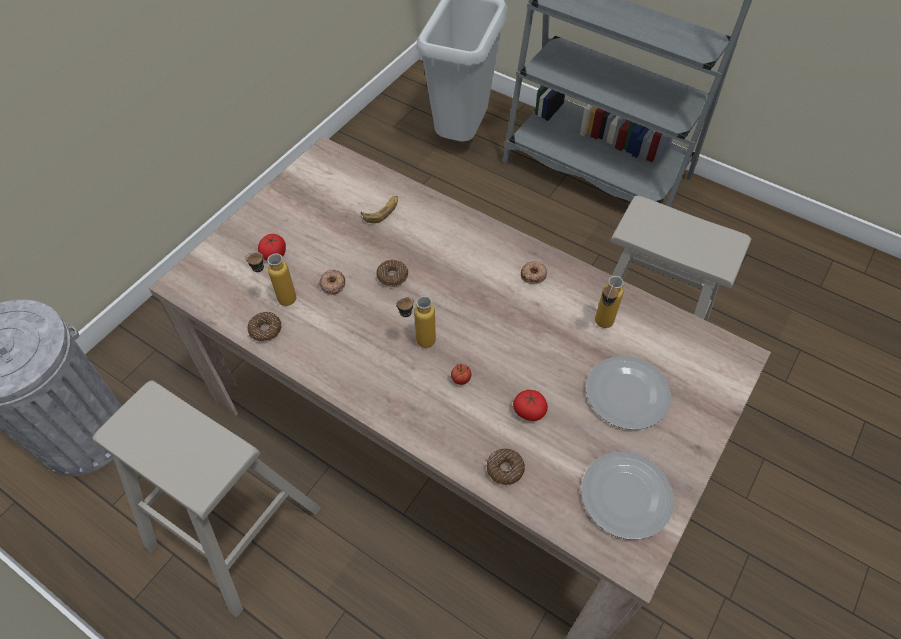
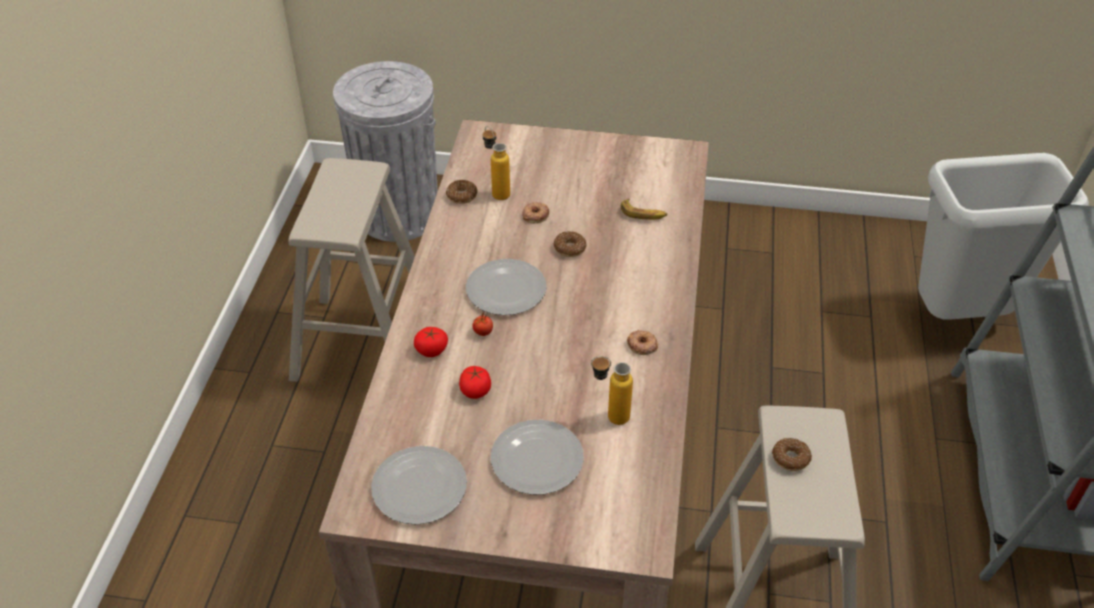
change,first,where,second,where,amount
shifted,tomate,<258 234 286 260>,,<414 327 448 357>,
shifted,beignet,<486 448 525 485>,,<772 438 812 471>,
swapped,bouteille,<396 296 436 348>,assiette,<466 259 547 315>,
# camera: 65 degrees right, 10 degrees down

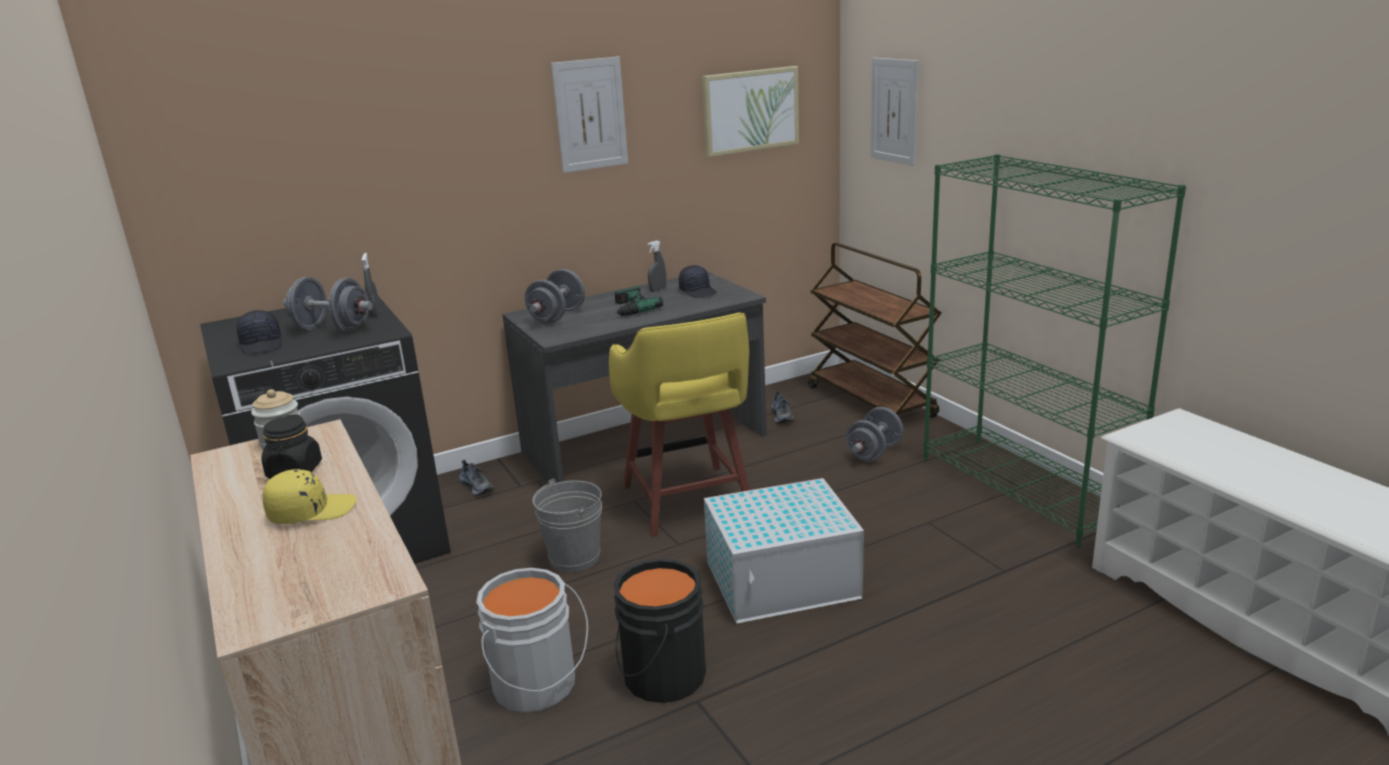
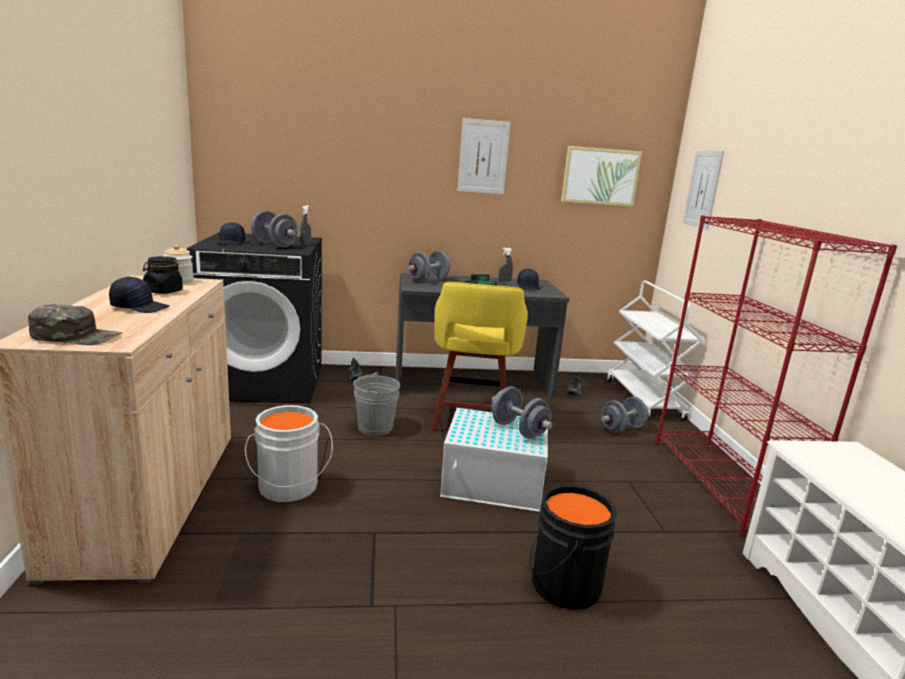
change,first,where,second,where,amount
new,,,casquette/vert,<28 304 122 345>,
new,,,haltère/gris,<491 386 552 439>,
shifted,seau/noir,<614 559 706 703>,,<530 485 617 610>,
repainted,casquette/jaune,<263 469 356 524>,casquette/noir,<109 277 169 313>,
repainted,chariot/marron,<808 243 941 418>,chariot/blanc,<607 281 703 420>,
repainted,bibliothèque/vert,<923 154 1186 547>,bibliothèque/rouge,<656 215 897 536>,
# camera: 20 degrees right, 5 degrees down

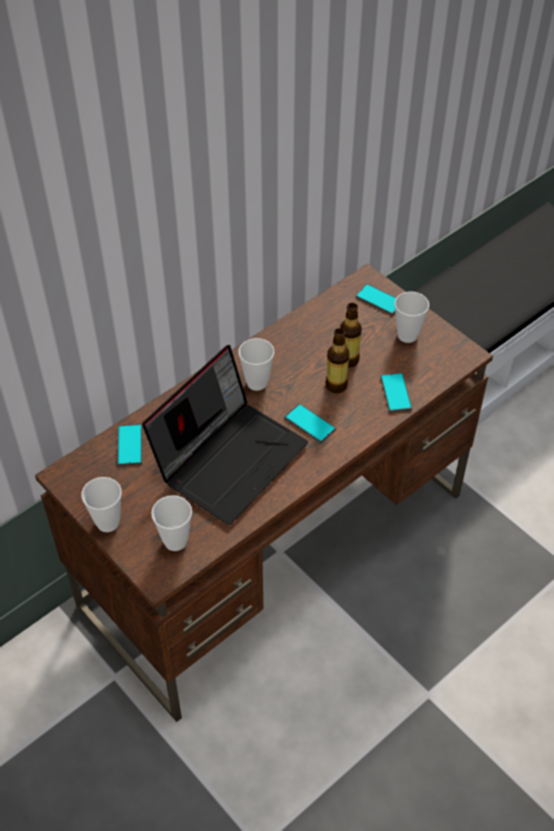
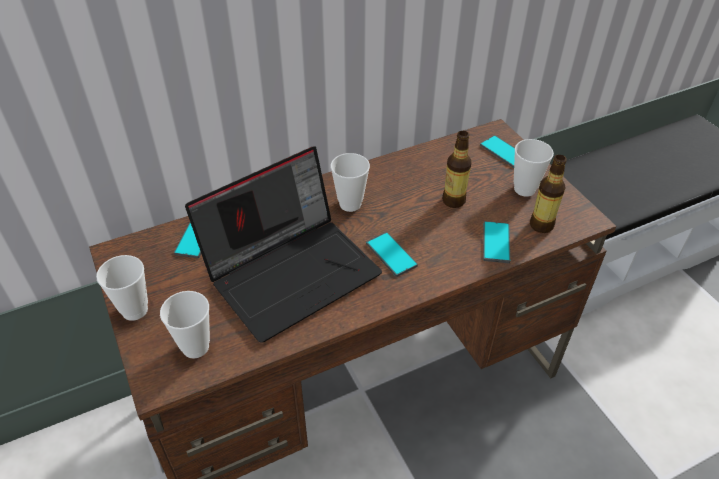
change,first,where,second,where,amount
shifted,bouteille,<325 328 350 393>,,<530 155 567 233>,
# camera: 15 degrees right, 5 degrees down

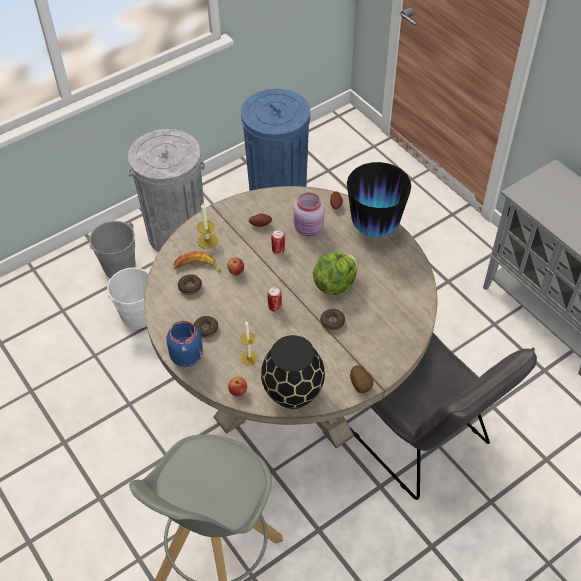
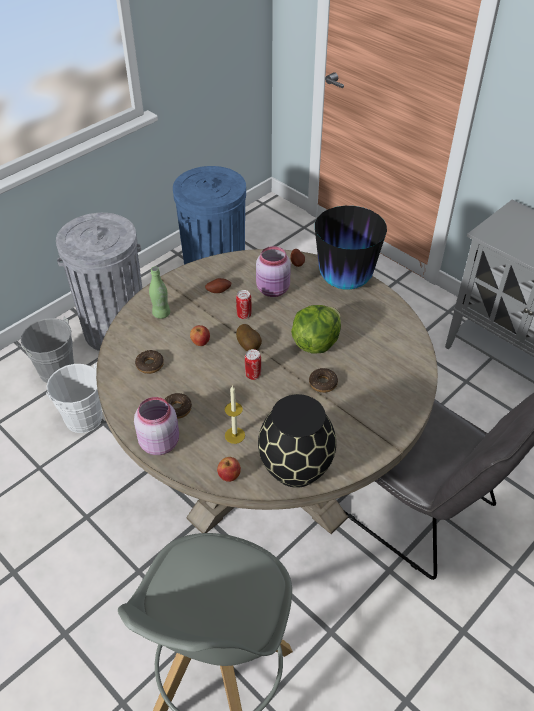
change,first,where,second,where,amount
gone,banane,<174 251 221 272>,,,
shifted,pomme de terre,<350 365 373 393>,,<236 324 262 351>,
swapped,bougie,<197 203 218 249>,bouteille/vert,<149 266 170 319>,
repainted,bocal/bleu,<166 321 203 367>,bocal/rose,<134 397 179 455>,
# camera: 10 degrees left, 5 degrees down

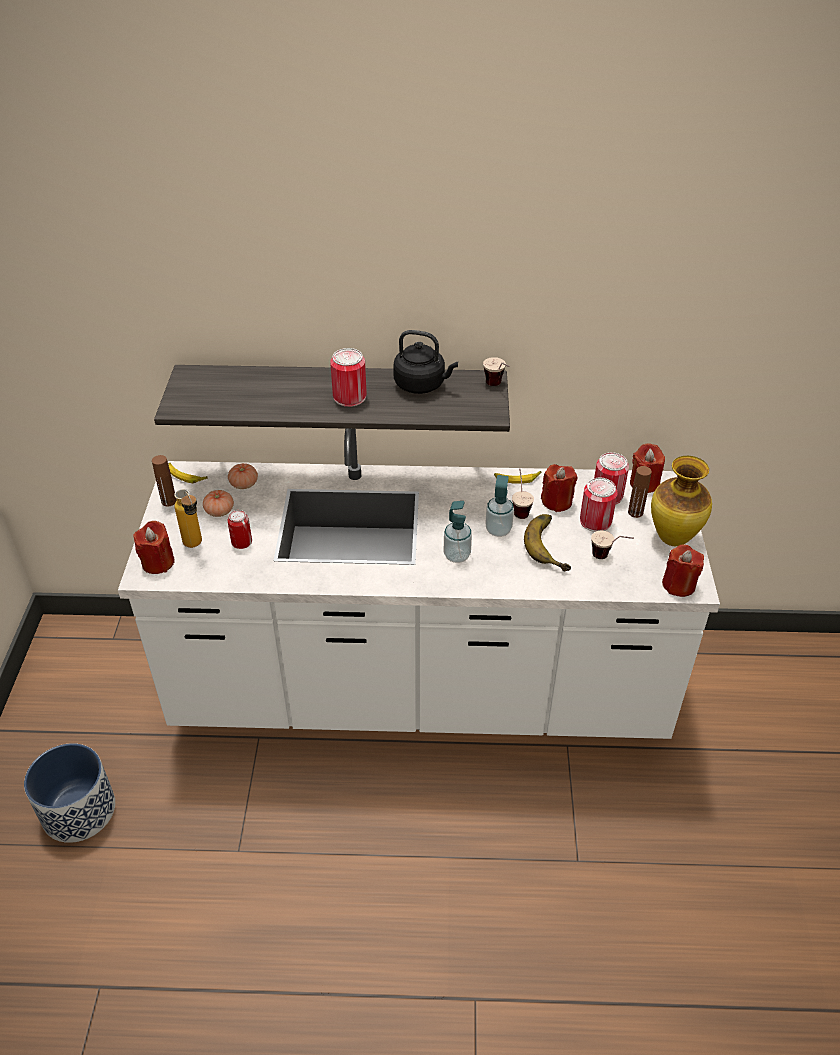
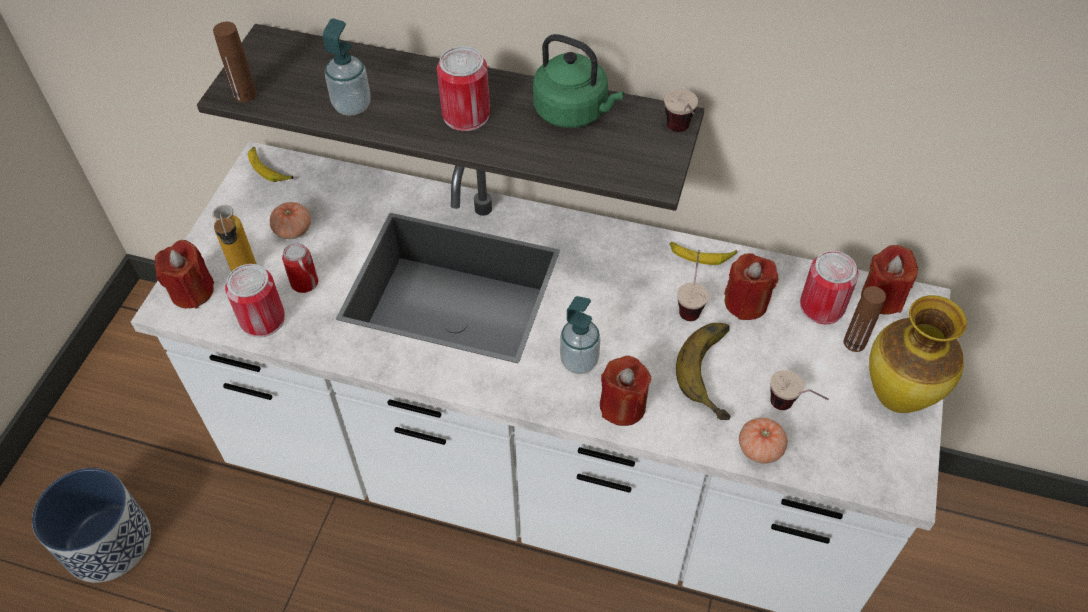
change,first,where,second,where,amount
shifted,bouteille/marron,<152 455 177 506>,,<213 22 257 103>,
shifted,tomate,<228 463 258 489>,,<739 418 788 463>,
shifted,distributeur de savon,<485 475 514 537>,,<323 18 371 116>,
shifted,boîte métallique,<580 478 618 532>,,<225 264 285 337>,
shifted,bougie/rouge,<662 544 704 597>,,<600 356 651 426>,
repainted,bouilloire/noir,<393 330 458 394>,bouilloire/vert,<533 34 624 128>,
# camera: 15 degrees right, 10 degrees up

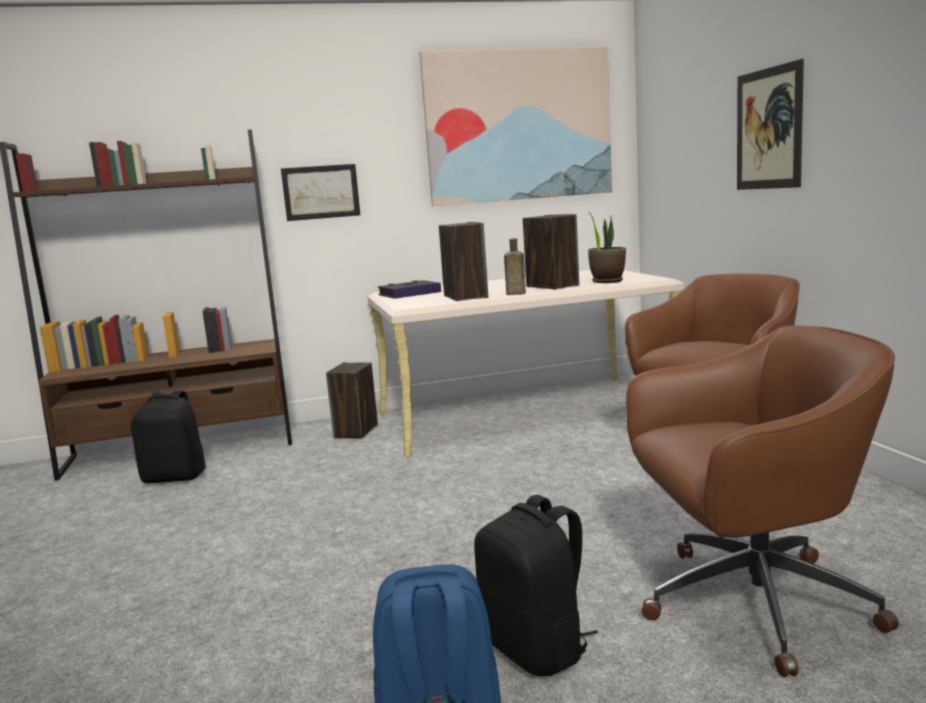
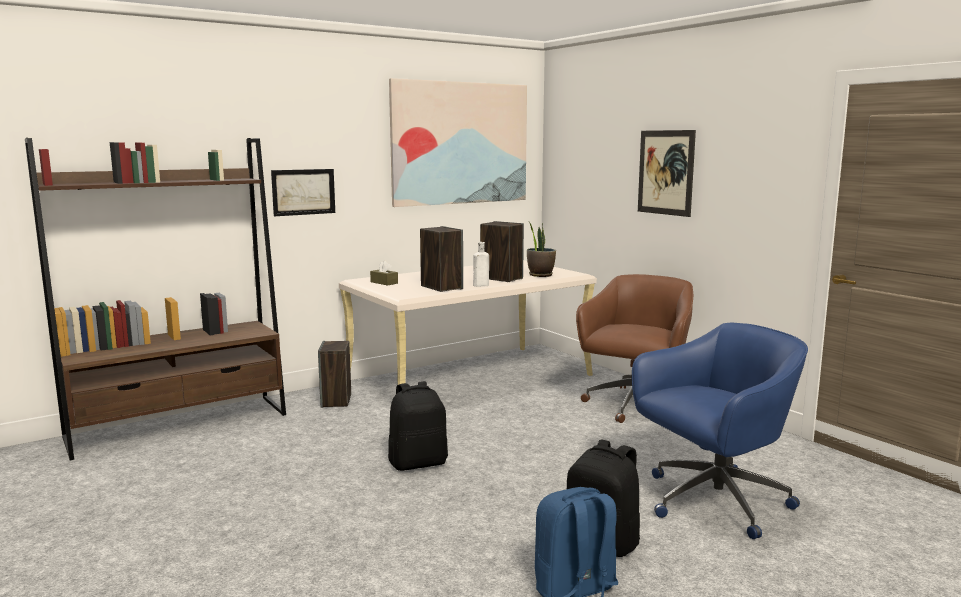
change,first,where,second,where,amount
shifted,sac à dos/noir,<131 391 206 483>,,<388 381 448 471>,
swapped,livre,<378 280 441 299>,boîte à mouchoirs/marron,<370 260 398 286>,
repainted,bouteille/marron,<504 238 526 295>,bouteille/blanc,<473 242 489 287>,
repainted,chaise de bureau/marron,<626 325 899 677>,chaise de bureau/bleu,<632 323 808 539>,
# camera: 20 degrees left, 0 degrees up

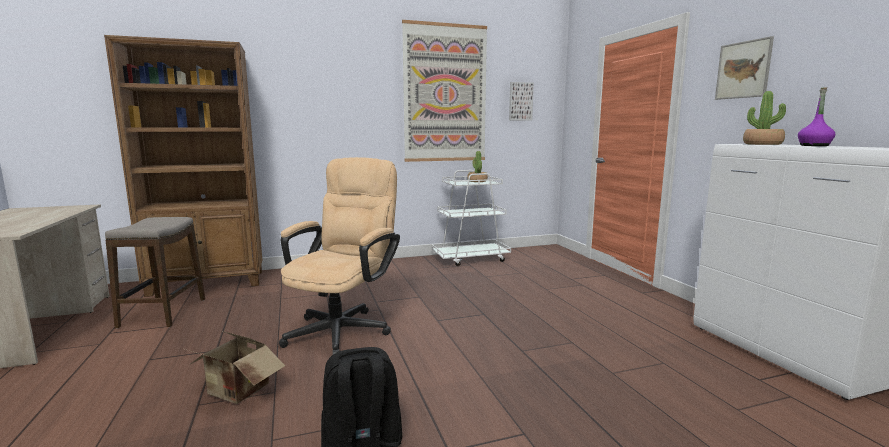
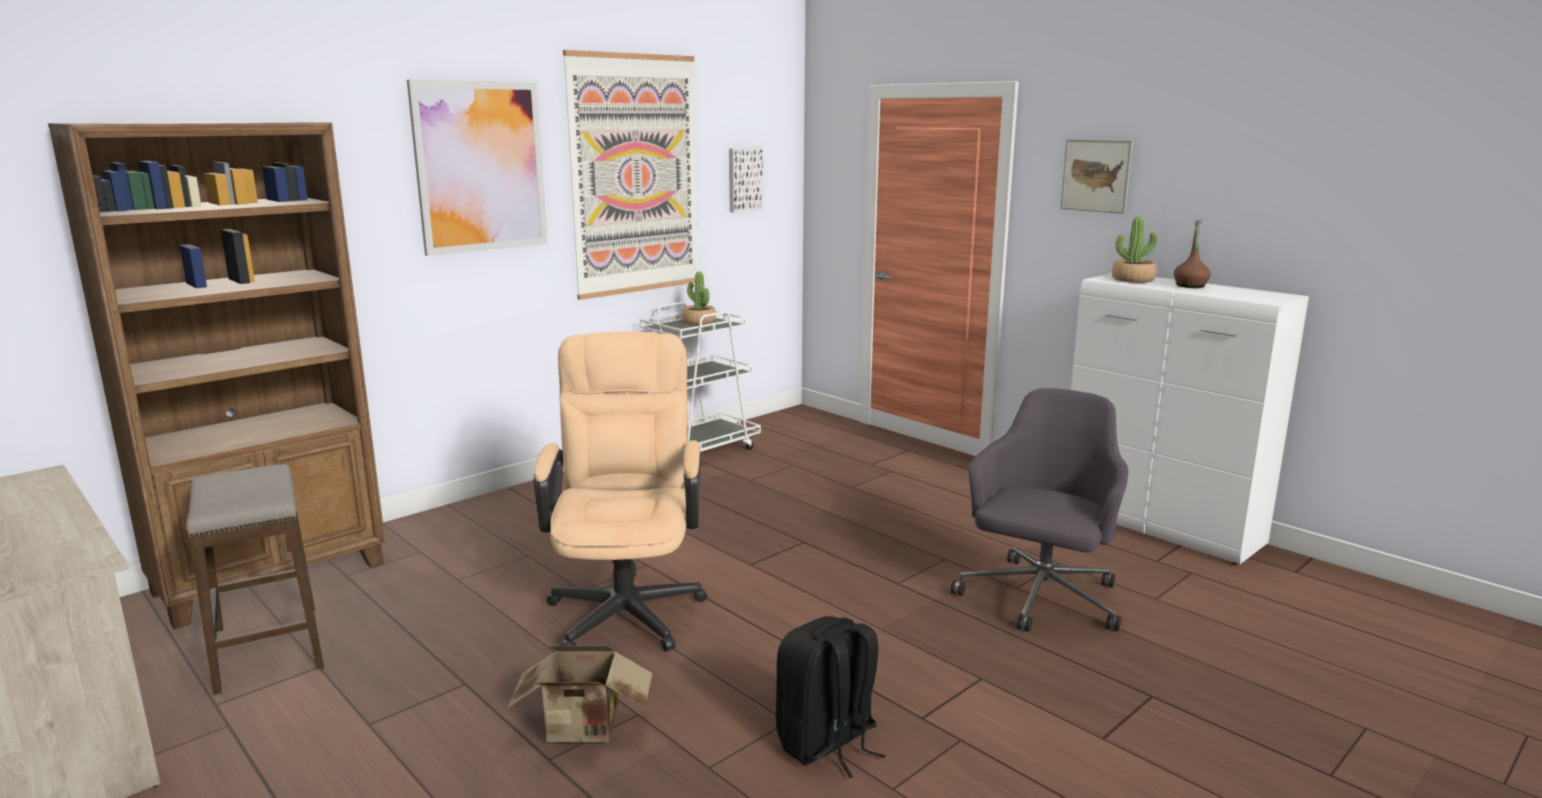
change,first,where,second,where,amount
new,,,tableau,<407 80 548 256>,
new,,,chaise de bureau/gris,<951 388 1128 632>,
repainted,bouteille/violet,<798 87 835 146>,bouteille/marron,<1174 220 1211 288>,
# camera: 25 degrees left, 5 degrees up

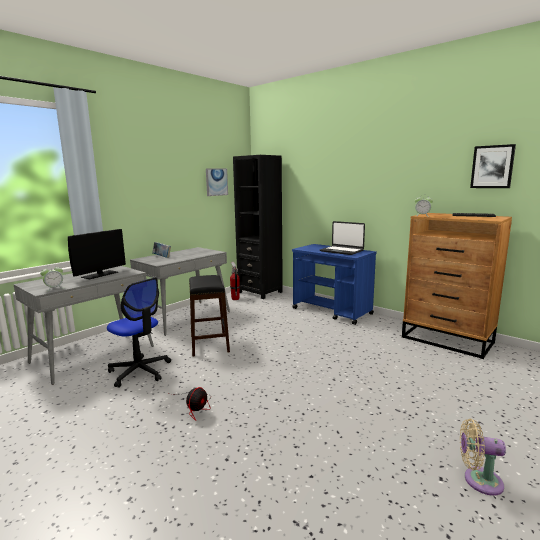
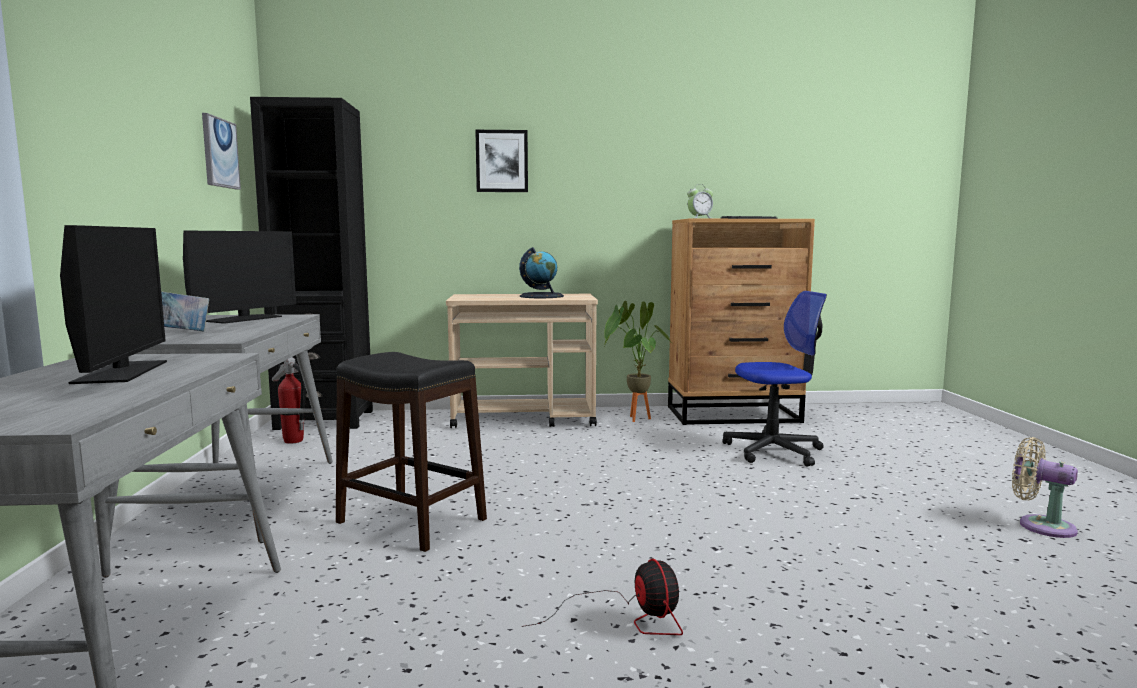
change,first,where,second,where,amount
gone,réveil,<40 265 63 291>,,,
new,,,écran d'ordinateur,<183 231 296 324>,
new,,,plante en pot,<604 301 671 422>,
shifted,chaise de bureau,<107 277 171 388>,,<723 291 827 467>,
shifted,tableau,<470 144 516 188>,,<475 130 528 192>,
swapped,ordinateur portable,<320 221 365 255>,globe,<519 247 564 298>,
repainted,chariot/bleu,<292 244 377 325>,chariot/beige,<446 294 598 428>,
rotated,ventilateur/beige,<460 419 506 496>,,<1012 437 1078 538>,75 degrees clockwise
# camera: 45 degrees left, 5 degrees down

